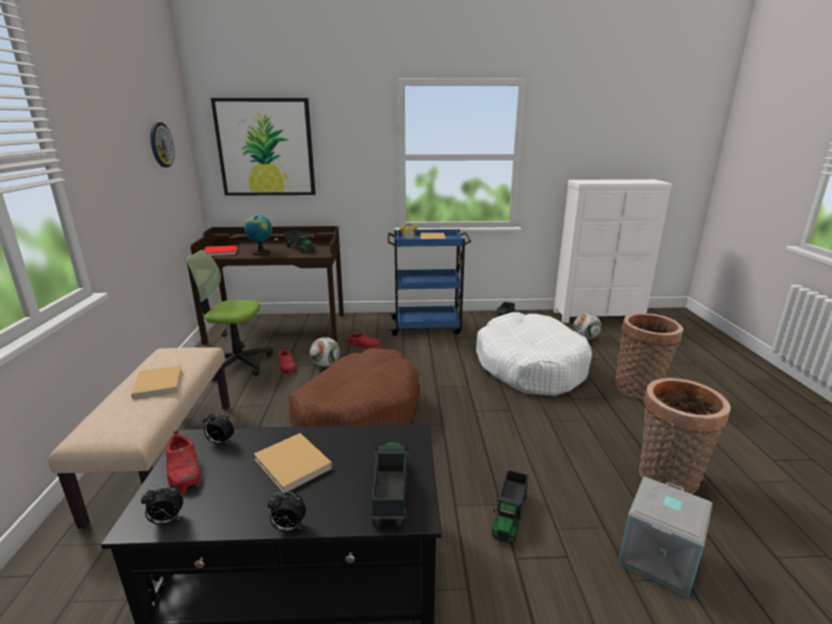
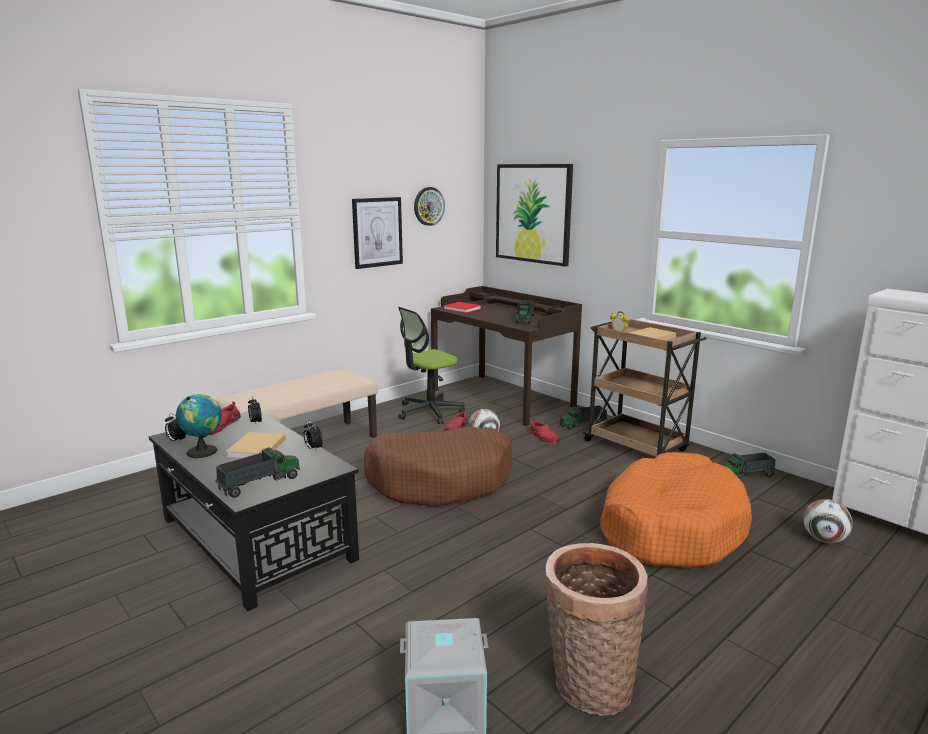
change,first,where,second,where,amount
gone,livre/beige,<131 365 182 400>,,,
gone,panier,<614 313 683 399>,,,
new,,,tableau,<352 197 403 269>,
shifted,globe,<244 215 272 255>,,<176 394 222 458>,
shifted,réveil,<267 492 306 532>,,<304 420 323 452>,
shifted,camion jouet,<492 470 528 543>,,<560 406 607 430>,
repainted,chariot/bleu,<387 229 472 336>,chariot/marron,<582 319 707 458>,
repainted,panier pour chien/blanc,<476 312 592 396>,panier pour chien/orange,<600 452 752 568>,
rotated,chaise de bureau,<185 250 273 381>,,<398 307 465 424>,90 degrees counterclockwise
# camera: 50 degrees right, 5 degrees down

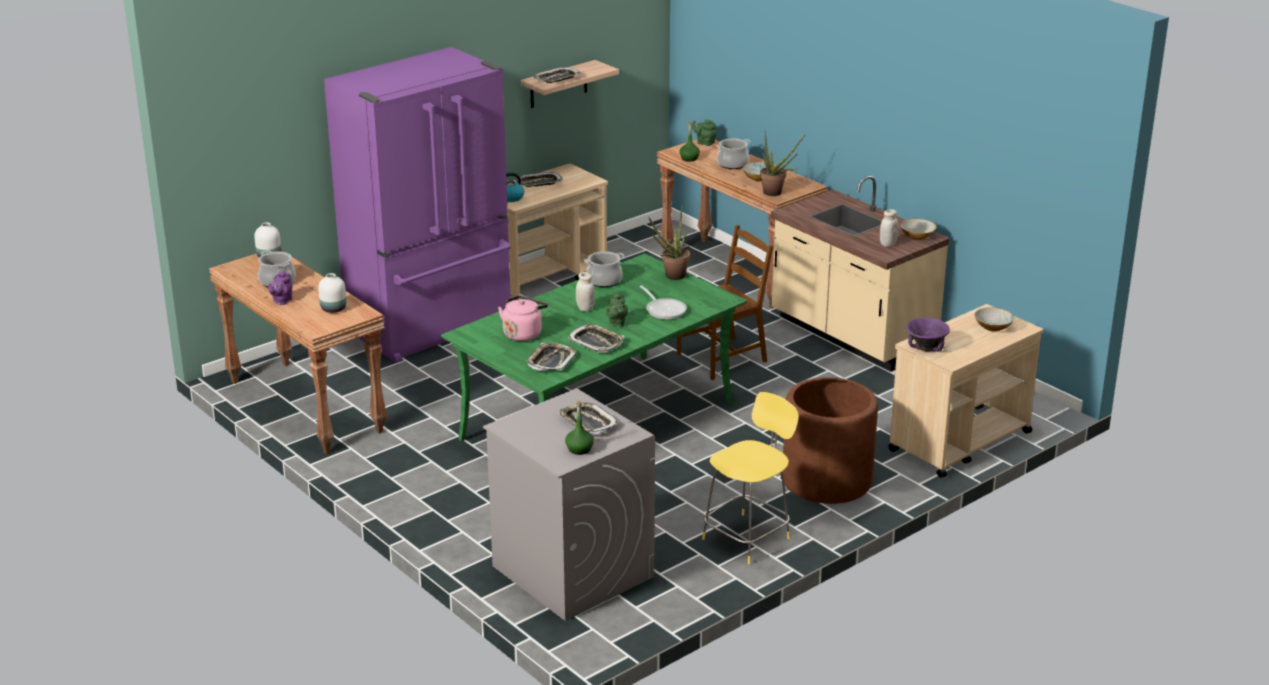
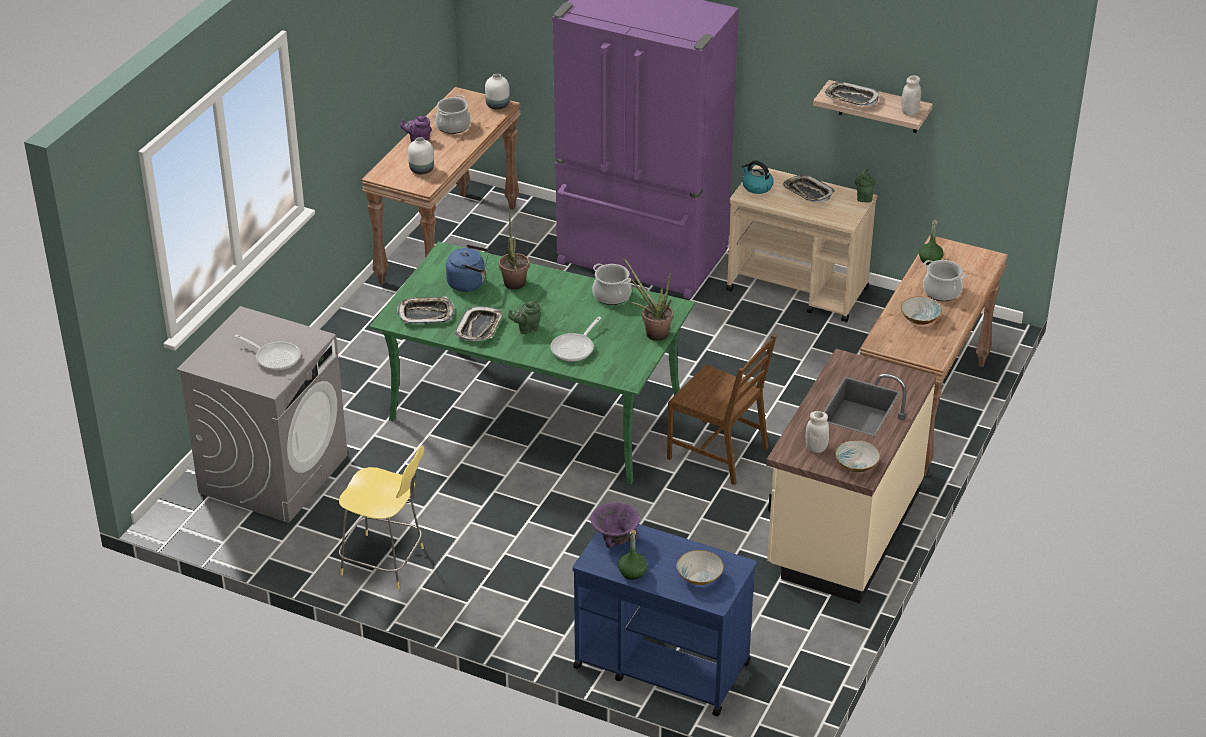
change,first,where,second,where,amount
gone,cache-pot/marron,<782 377 878 504>,,,
shifted,bouteille/vert,<565 401 594 455>,,<618 529 647 580>,
shifted,bocal/blanc,<576 272 595 312>,,<901 75 921 115>,
shifted,théière/vert,<692 120 716 146>,,<855 168 876 203>,
shifted,plante en pot,<760 132 805 196>,,<499 213 529 290>,
swapped,plateau,<558 403 619 434>,poêle,<235 334 301 371>,
repainted,bouilloire/rose,<498 296 548 341>,bouilloire/bleu,<446 245 489 292>,
repainted,chariot/beige,<888 304 1043 478>,chariot/bleu,<573 524 757 716>,
# camera: 65 degrees right, 10 degrees up

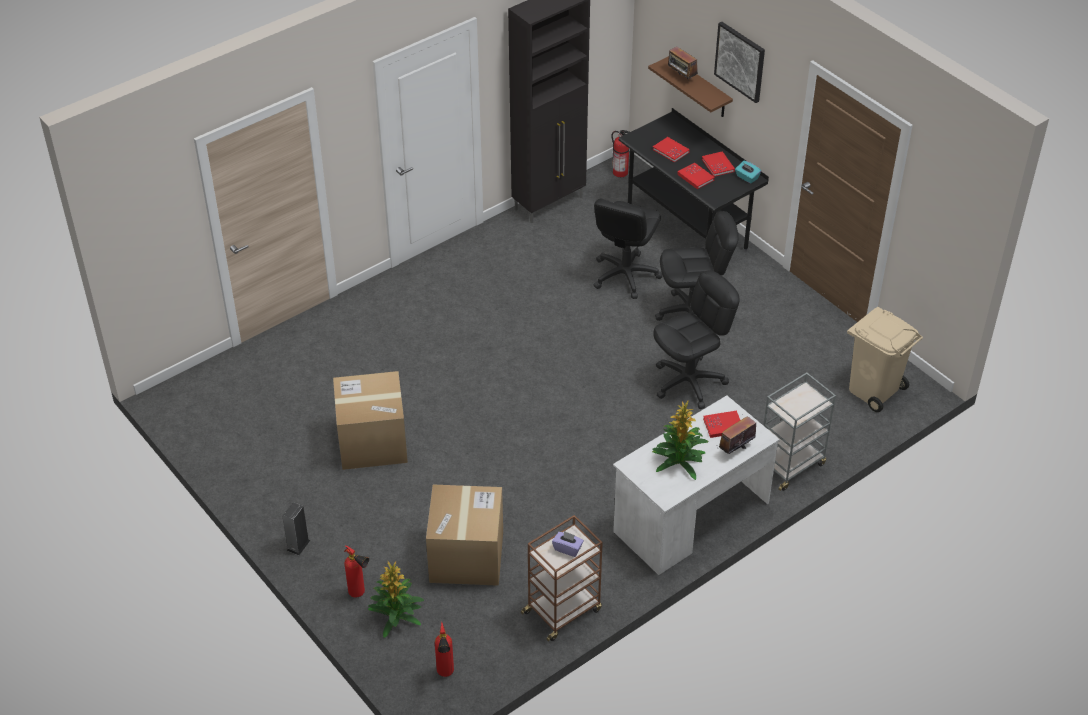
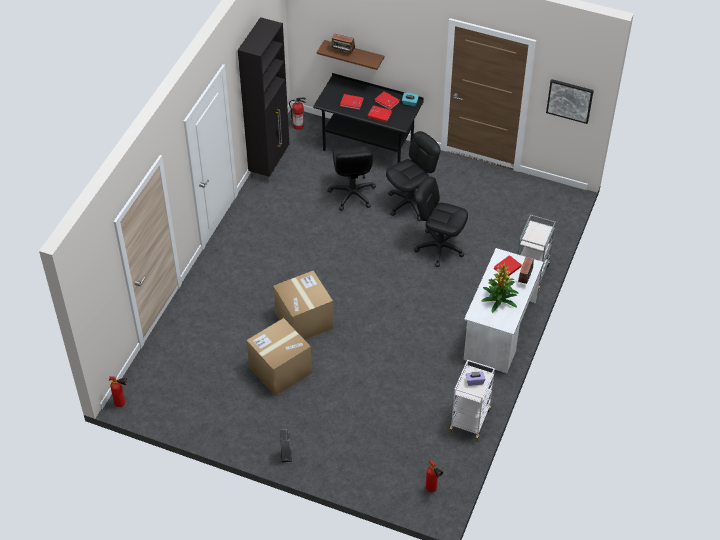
change,first,where,second,where,amount
gone,plante en pot,<368 562 424 638>,,,
gone,poubelle/beige,<847 307 923 412>,,,
shifted,extincteur,<344 545 369 598>,,<109 376 127 407>,
shifted,carton,<426 485 503 586>,,<273 270 334 340>,
shifted,tableau,<714 22 765 103>,,<546 79 594 124>,
repainted,chariot/marron,<521 515 603 642>,chariot/blanc,<448 360 495 442>,
rotated,chaise de bureau/noir,<653 270 740 409>,,<414 176 468 267>,90 degrees counterclockwise
# camera: 30 degrees left, 5 degrees up

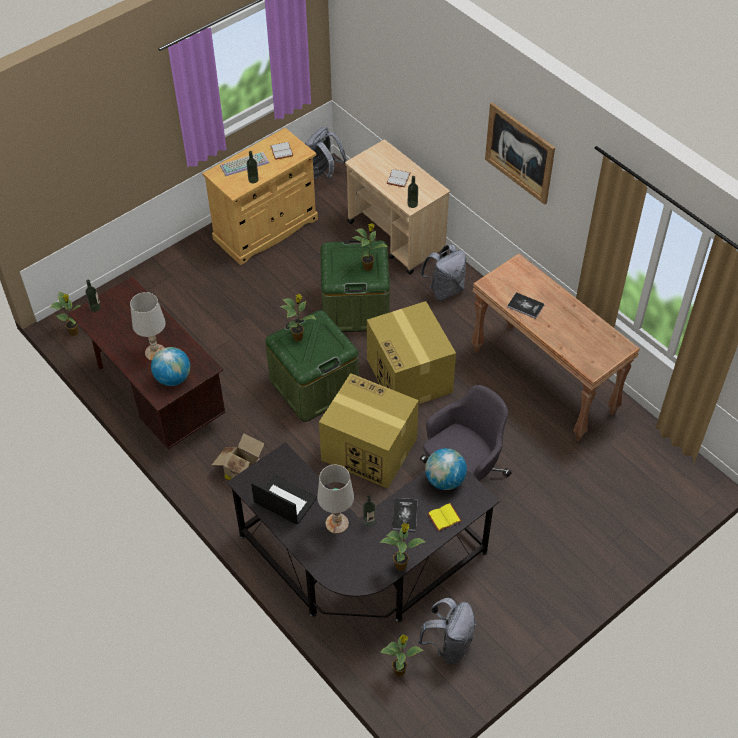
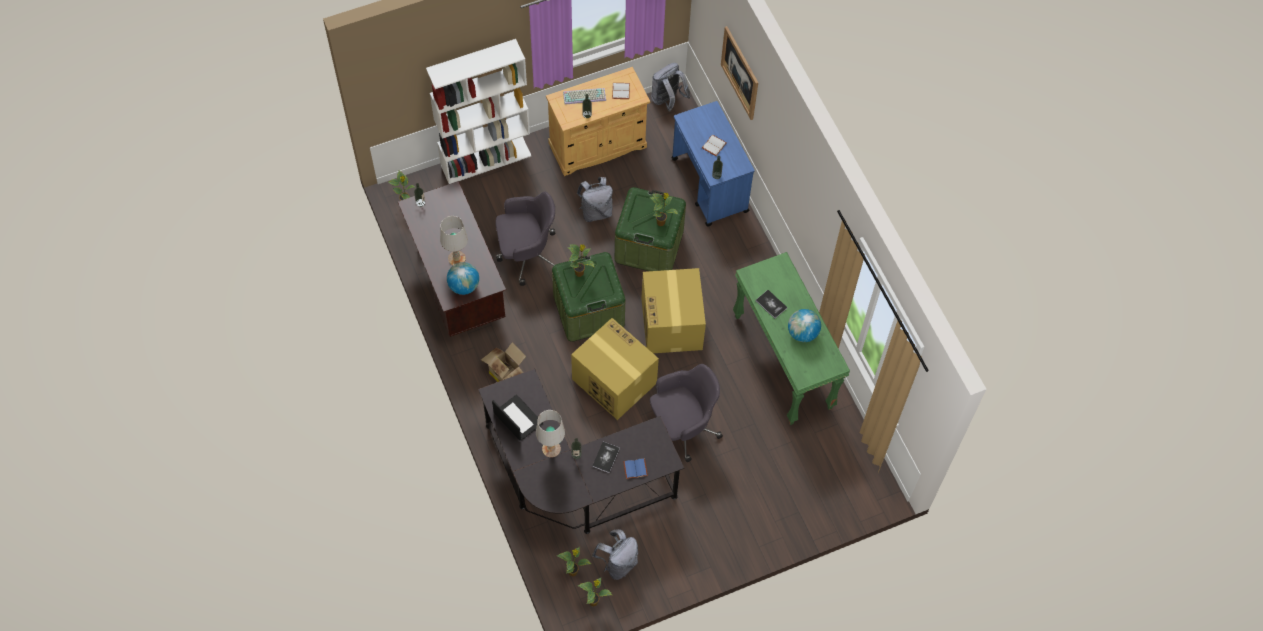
change,first,where,second,where,amount
new,,,bibliothèque/blanc,<426 39 531 184>,
new,,,chaise de bureau/gris,<496 192 556 286>,
shifted,plante en pot,<380 523 426 571>,,<577 578 612 607>,
shifted,sac à dos/gris,<420 244 466 301>,,<577 177 613 222>,
shifted,globe,<425 448 467 490>,,<788 309 821 342>,
shifted,tableau,<485 102 555 205>,,<721 26 758 120>,
repainted,chariot/beige,<345 140 450 275>,chariot/bleu,<671 101 755 227>,
repainted,livre/jaune,<427 503 462 532>,livre/bleu,<623 458 648 479>,
repainted,table console/marron,<471 253 640 442>,table console/vert,<733 252 850 425>,
# camera: 15 degrees right, 10 degrees up

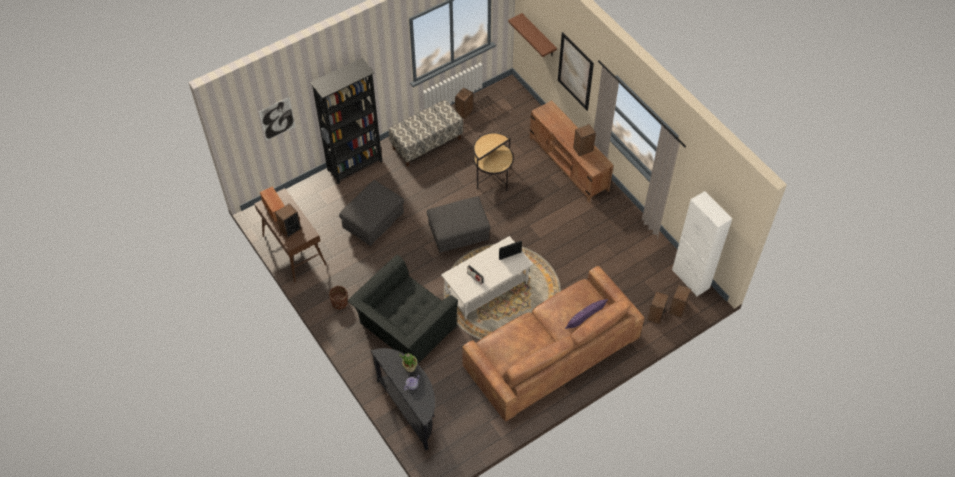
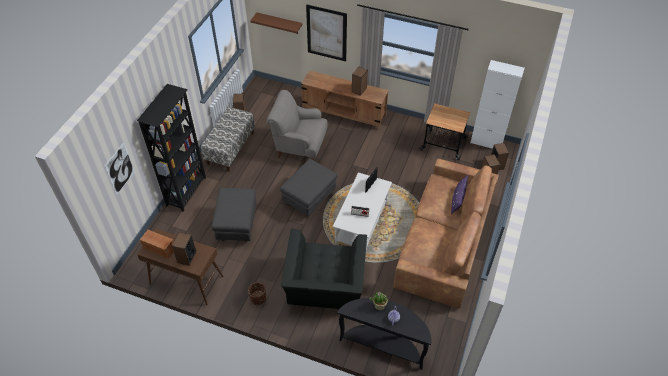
change,first,where,second,where,amount
new,,,chariot,<420 103 470 160>,
swapped,table d'appoint,<474 133 514 191>,fauteuil/gris,<267 90 328 160>,
# camera: 35 degrees left, 5 degrees down

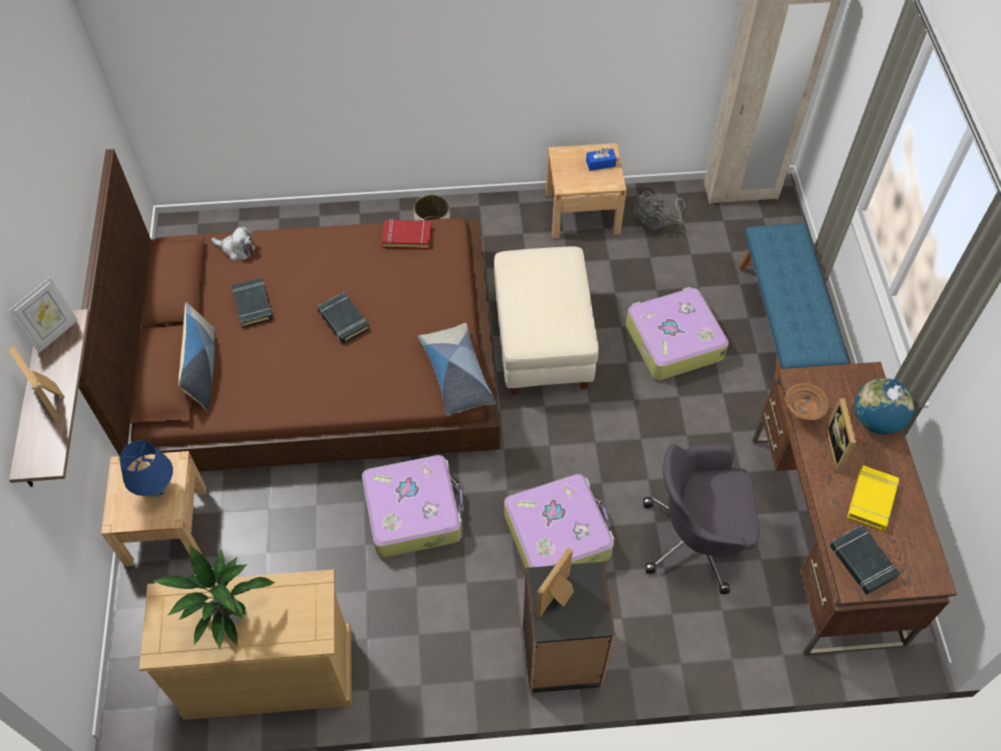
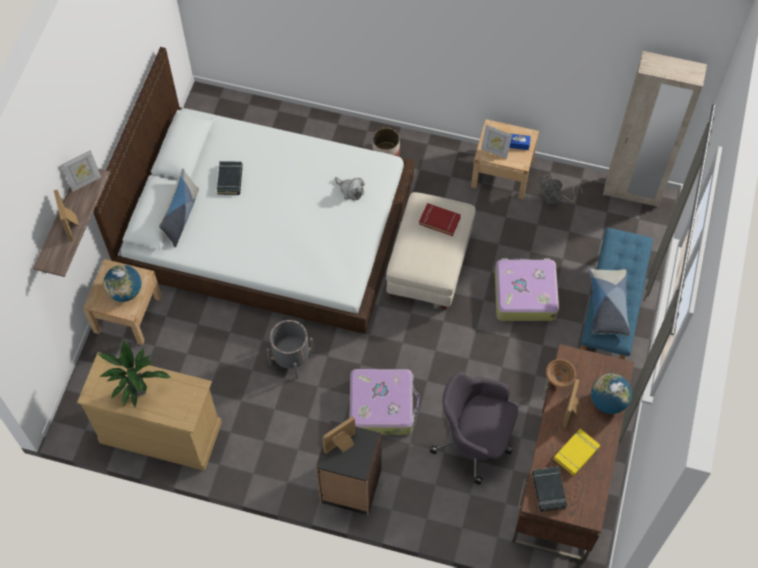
change,first,where,second,where,amount
gone,livre/noir,<317 292 370 344>,,,
new,,,cadre photo,<481 125 512 159>,
shifted,peluche,<212 226 255 261>,,<335 177 365 201>,
shifted,livre/rouge,<382 219 431 249>,,<419 203 461 236>,
shifted,coussin,<418 323 496 416>,,<589 268 630 336>,
swapped,lampe de table/bleu,<120 440 173 497>,globe,<104 265 141 302>,
swapped,valise,<362 455 464 558>,cache-pot/gris,<267 320 314 379>,
repainted,lit/marron,<79 149 500 471>,lit/blanc,<93 47 414 334>,
# camera: 20 degrees right, 5 degrees up

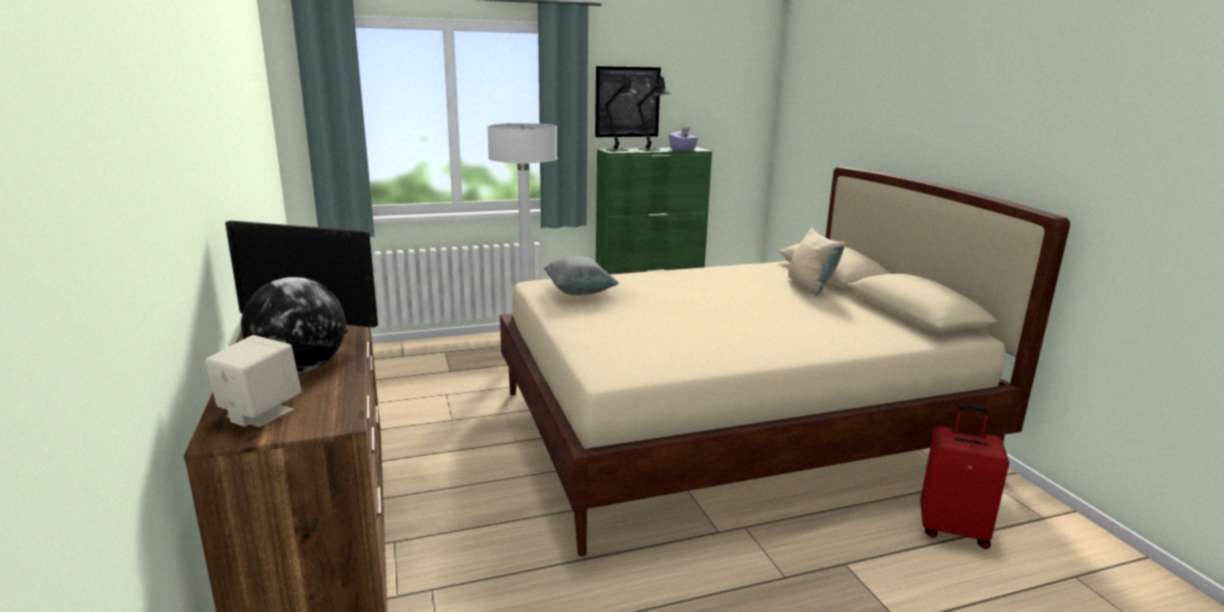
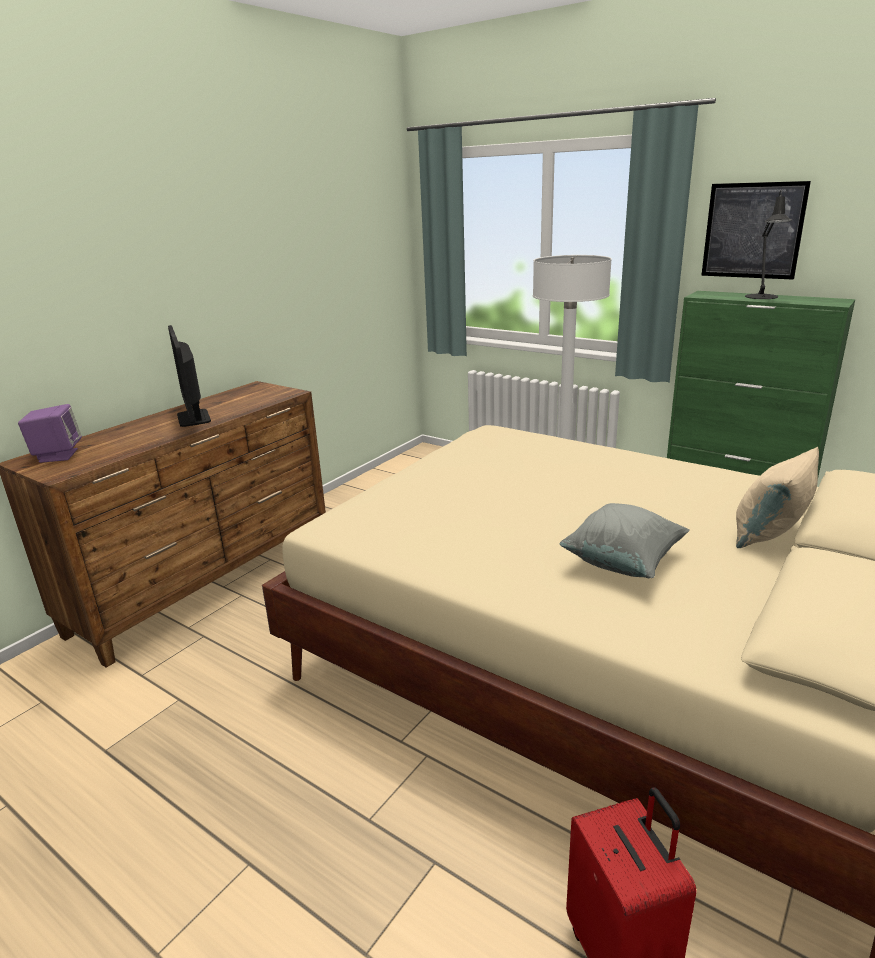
change,first,where,second,where,amount
gone,globe,<241 277 346 373>,,,
gone,lampe de table/noir,<605 72 637 151>,,,
gone,boîte à mouchoirs/violet,<669 127 698 151>,,,
shifted,coussin/gris,<544 256 619 295>,,<560 503 690 578>,
repainted,enceinte/beige,<205 335 302 427>,enceinte/violet,<18 404 82 463>,
# camera: 55 degrees right, 5 degrees up

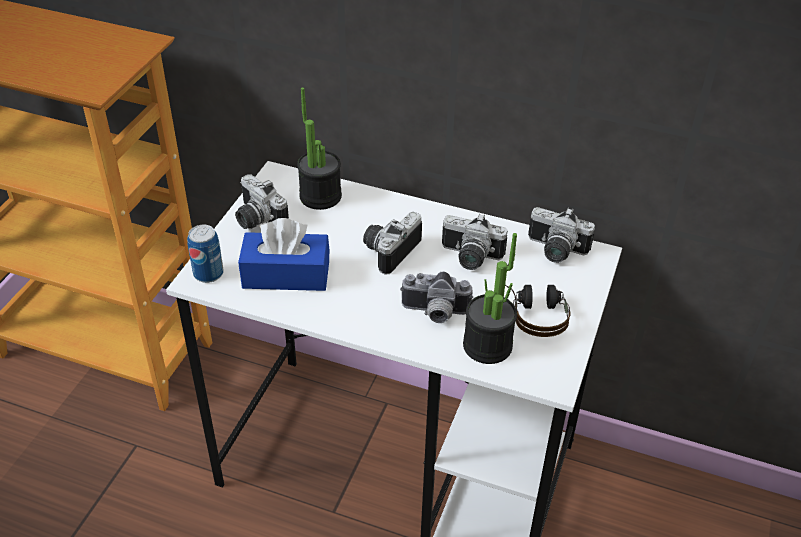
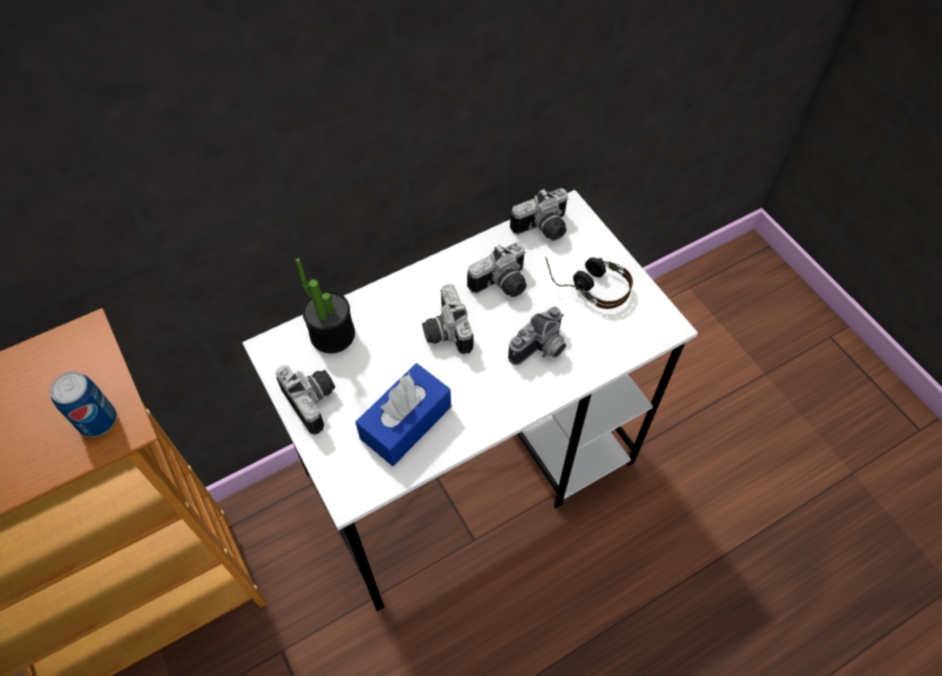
change,first,where,second,where,amount
gone,plante en pot,<463 233 517 364>,,,
shifted,boîte métallique,<187 225 224 283>,,<50 372 117 437>,
rotated,appareil photo,<235 174 289 229>,,<275 365 335 435>,120 degrees counterclockwise
# camera: 50 degrees left, 15 degrees up

